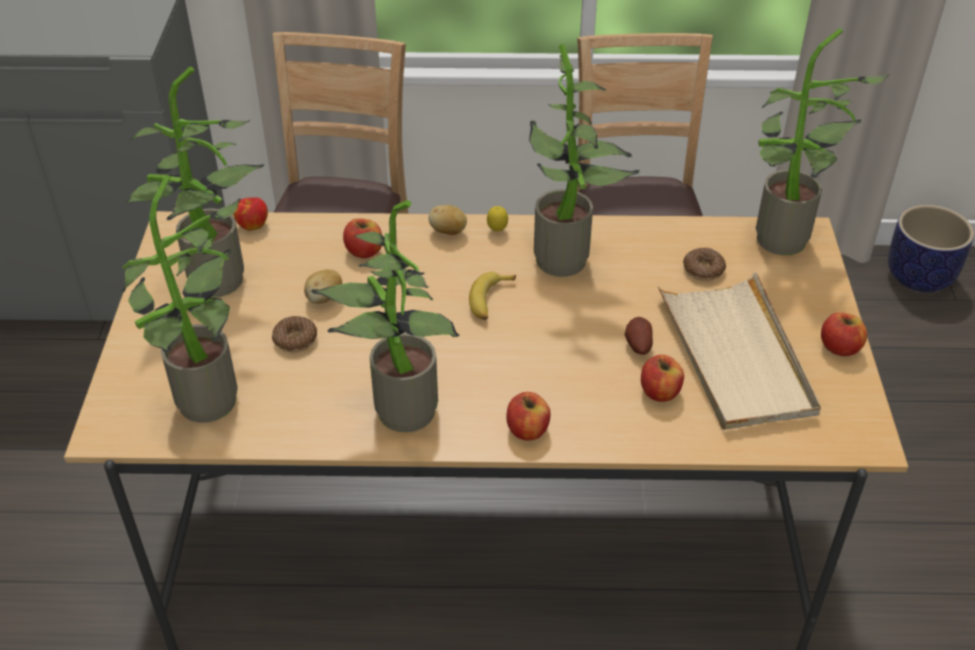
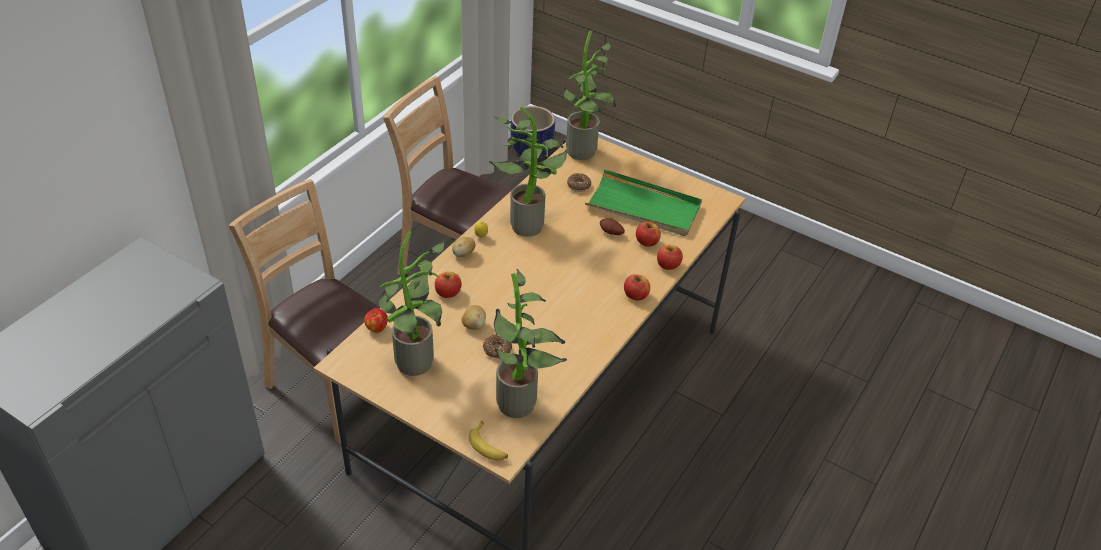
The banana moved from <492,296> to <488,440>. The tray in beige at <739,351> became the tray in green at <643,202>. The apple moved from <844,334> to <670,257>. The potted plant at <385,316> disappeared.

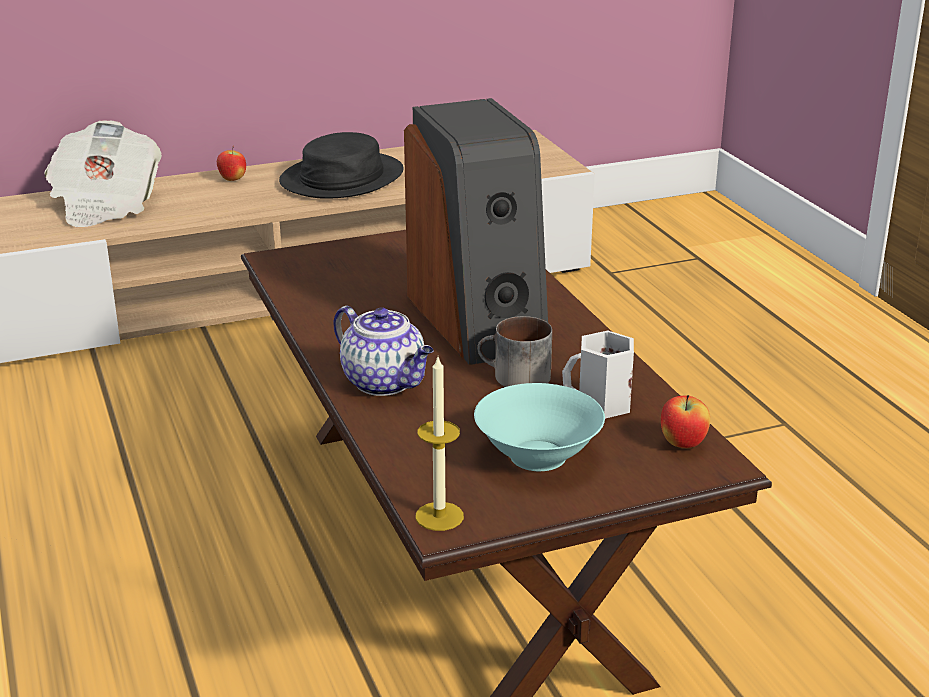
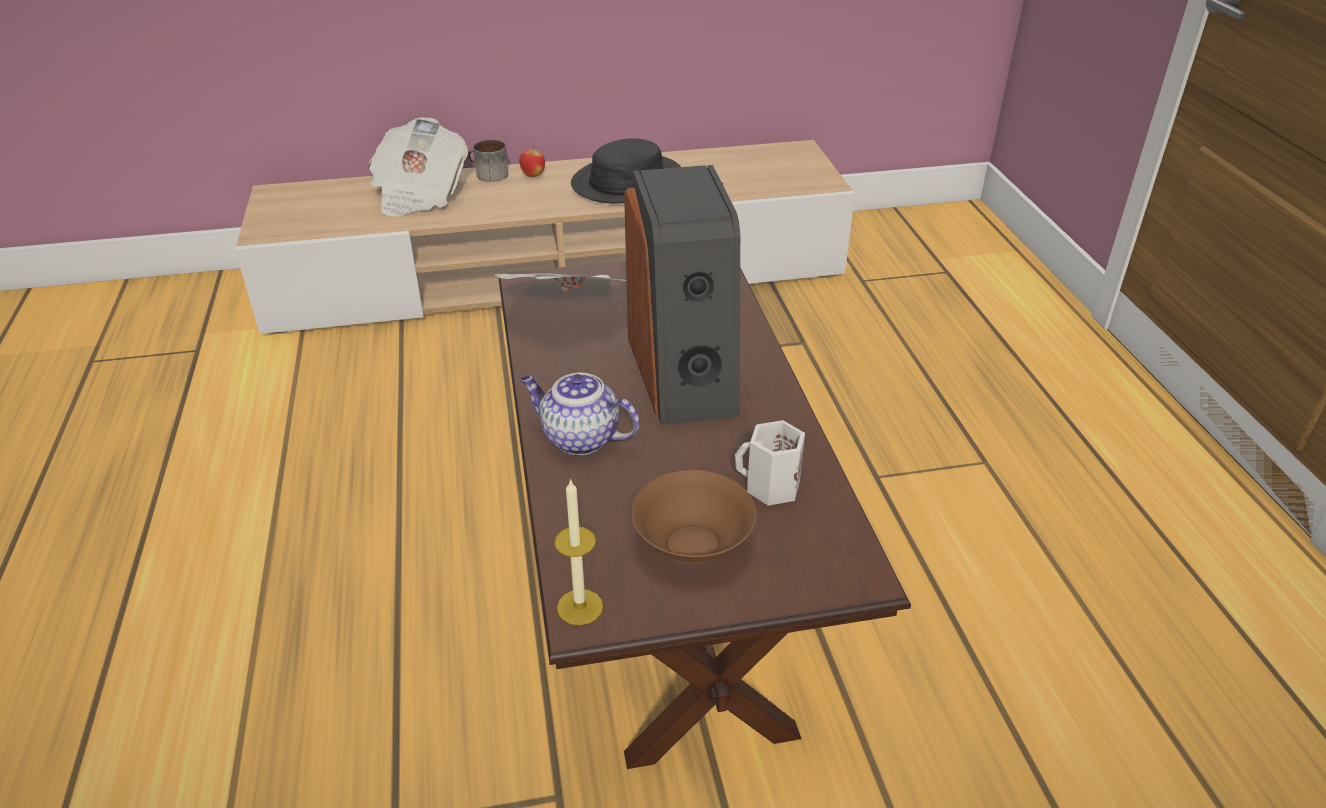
The mug moved from <514,351> to <487,160>. The newspaper at <561,282> appeared. The teapot at <383,351> turned 150 degrees clockwise. The bowl in turquoise at <539,427> became the bowl in brown at <693,517>. The apple at <685,421> disappeared.

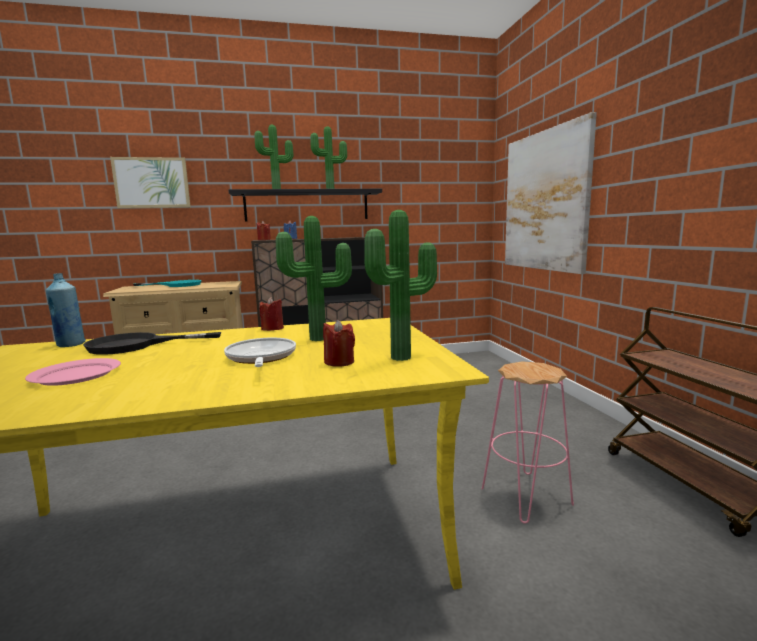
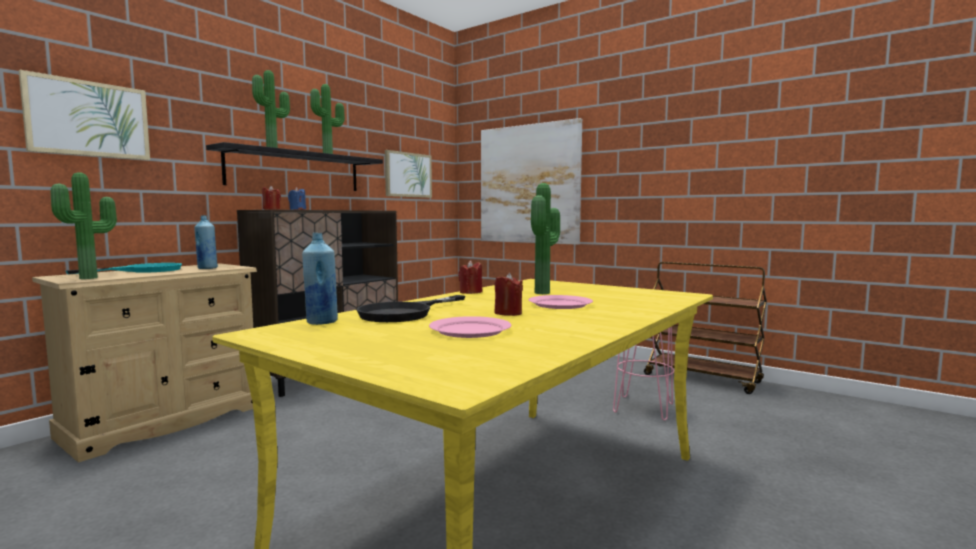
The potted plant moved from <400,285> to <84,225>. The bottle in blue at <206,242> appeared. The picture at <408,174> appeared. The candle in red moved from <339,343> to <508,294>. The frying pan at <260,352> was replaced by the plate in pink at <561,302>.

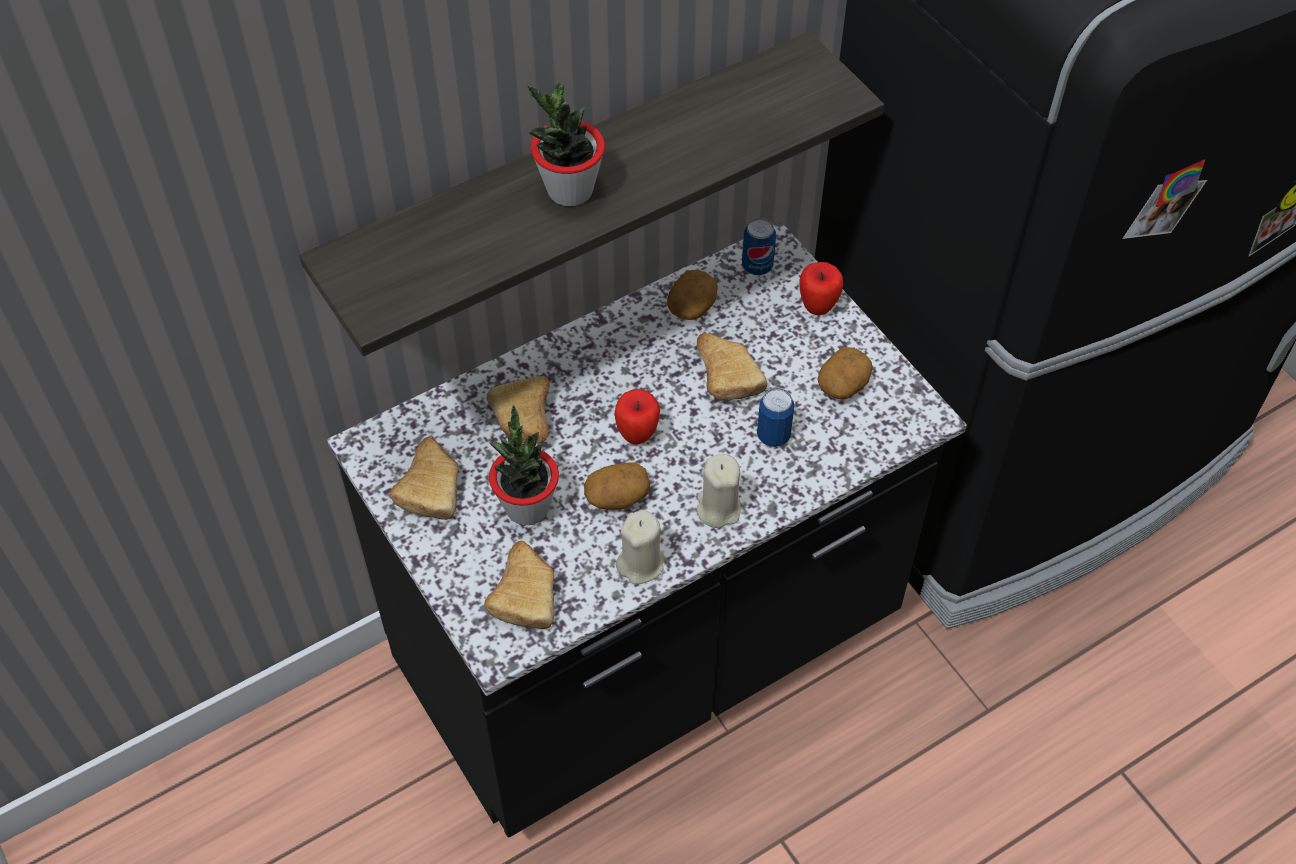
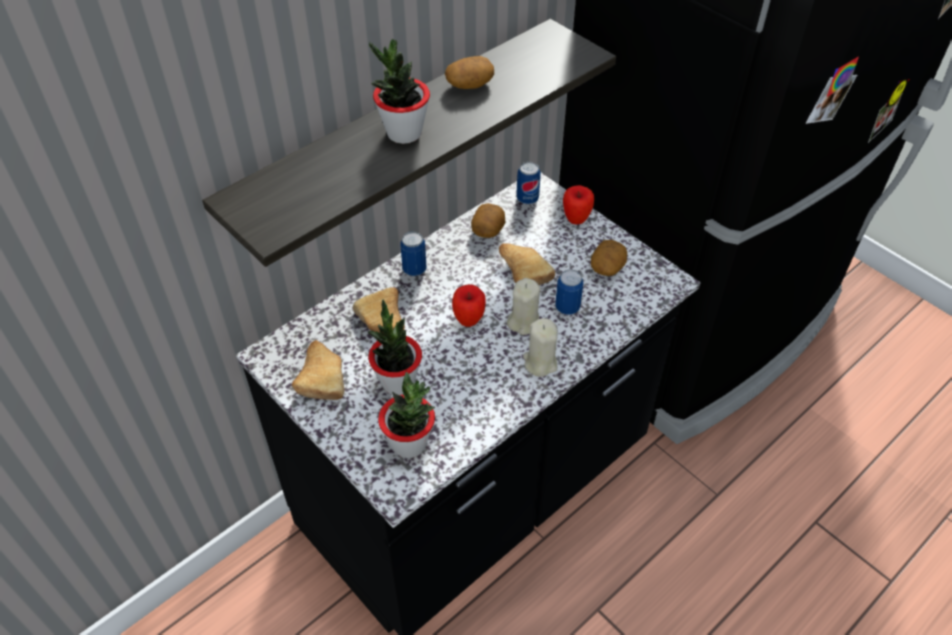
The bread at <519,585> was replaced by the potted plant at <406,415>. The can at <413,254> appeared. The potato moved from <617,486> to <469,72>. The candle in beige moved from <640,547> to <523,306>.

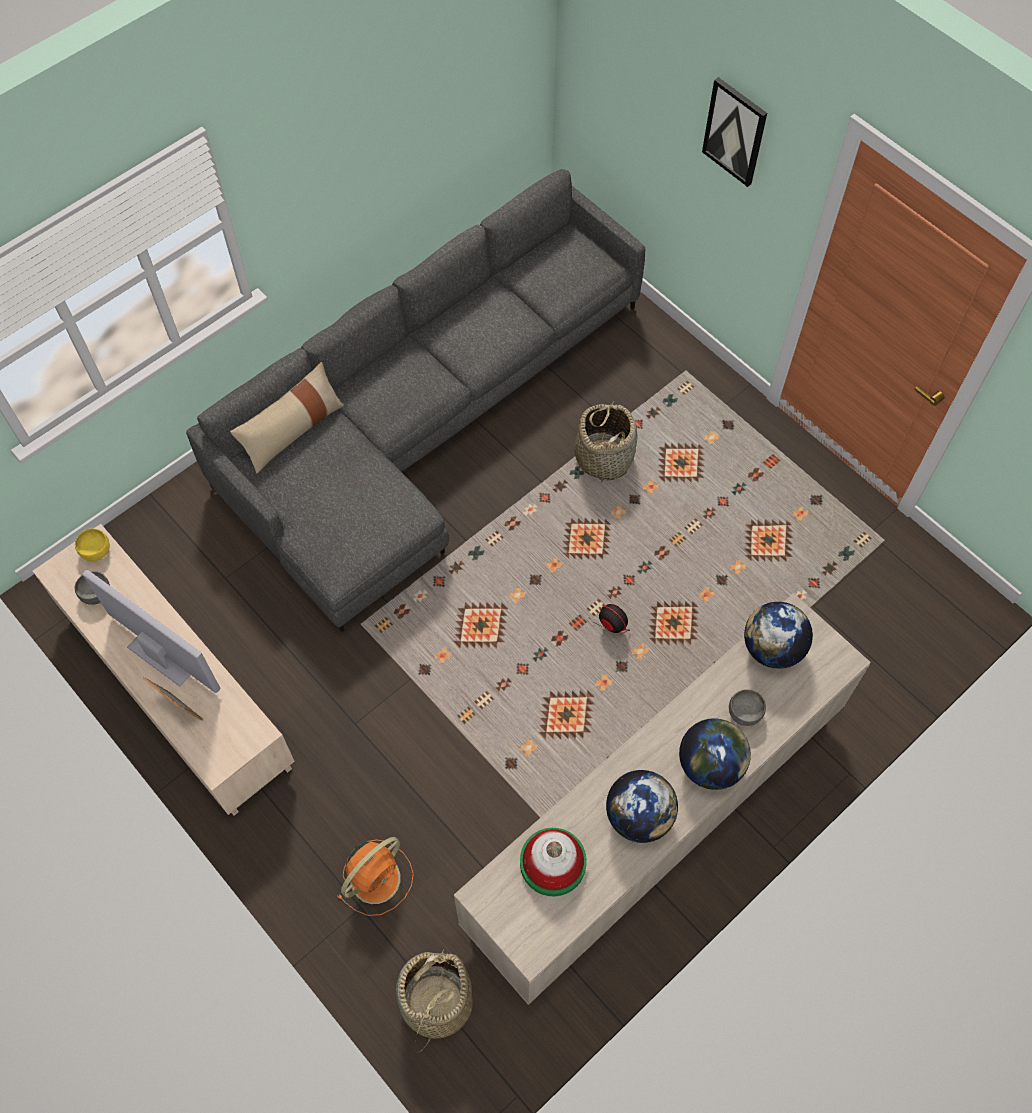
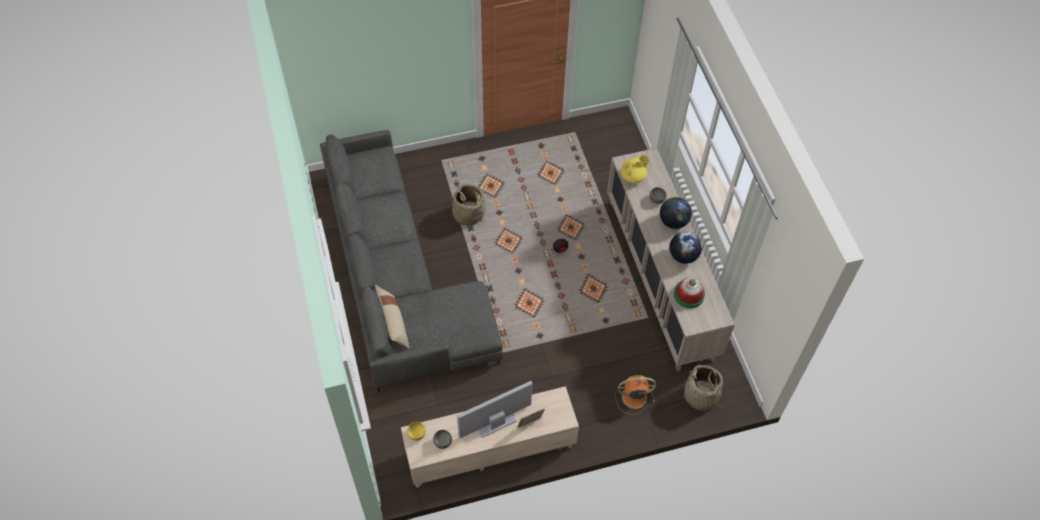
The fan in orange at <375,876> turned 75 degrees counterclockwise. The globe at <778,635> was replaced by the teapot in yellow at <635,169>. The picture at <734,132> disappeared.

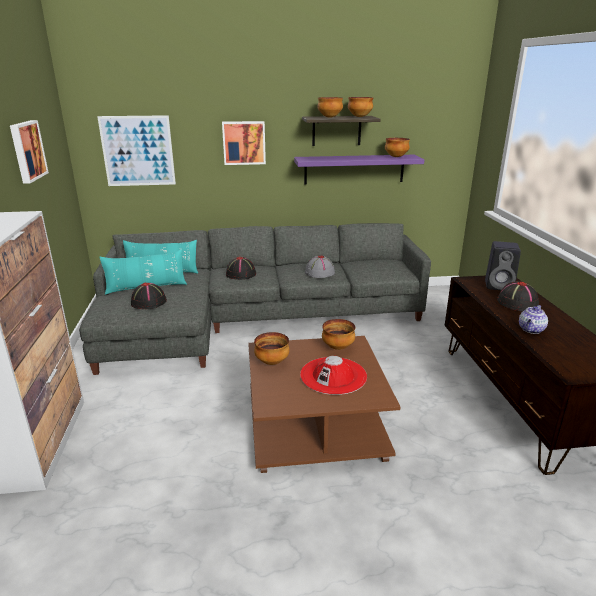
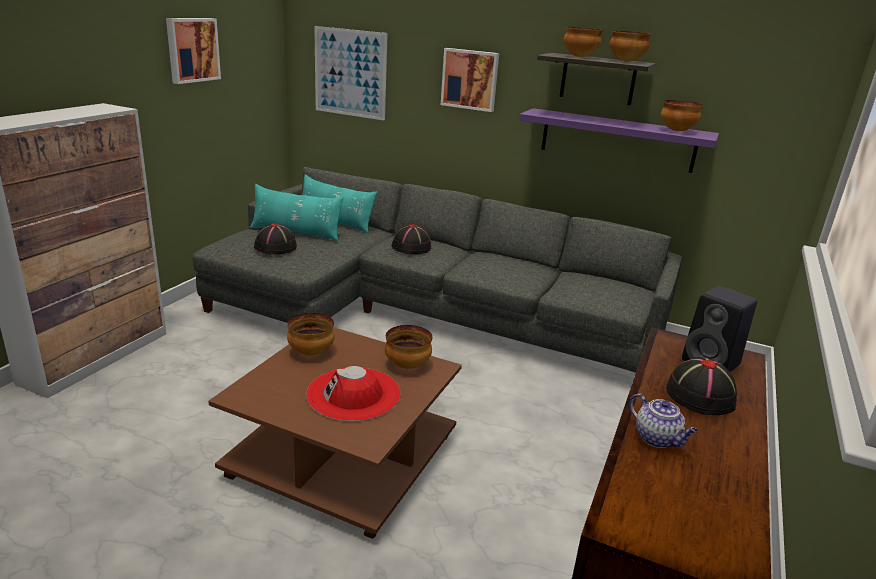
The teapot at <533,319> turned 105 degrees counterclockwise. The hat in grey at <320,266> disappeared.

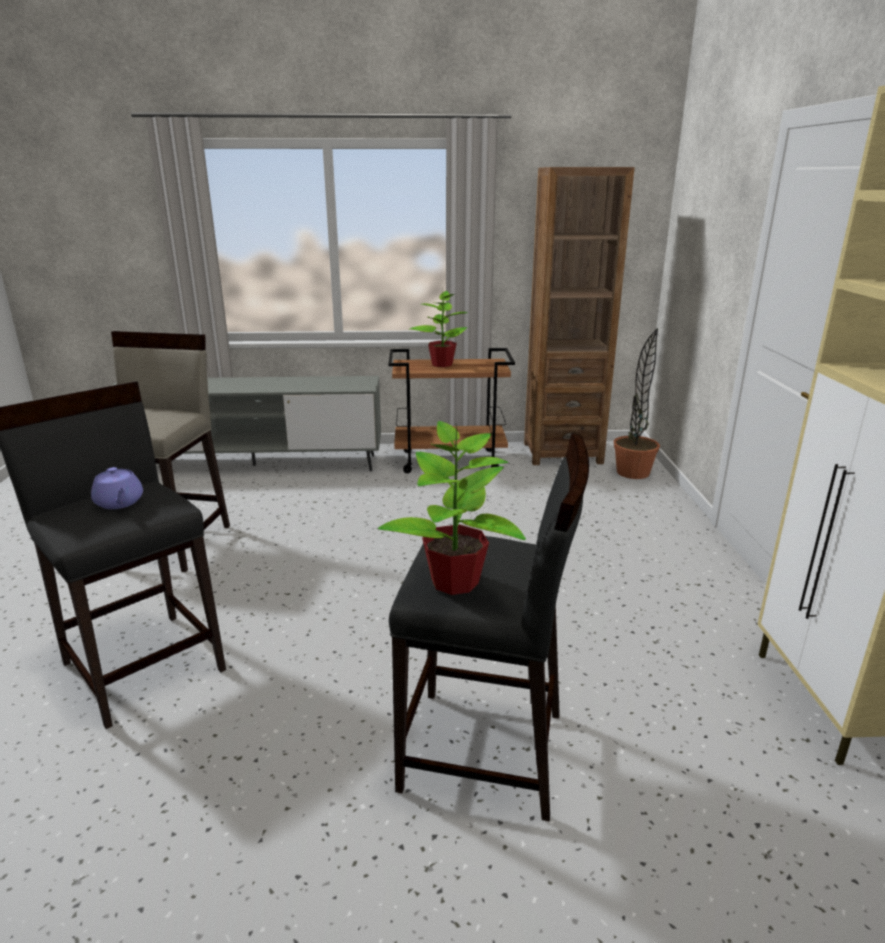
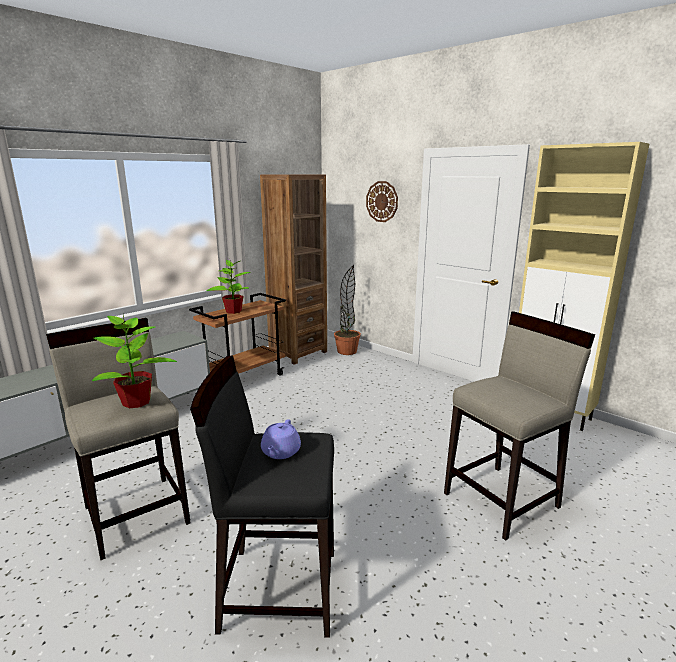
The potted plant moved from <452,508> to <134,362>. The teapot in purple at <117,488> turned 90 degrees clockwise. The wall clock at <382,201> appeared. The stool in black at <489,627> became the stool in beige at <519,426>.

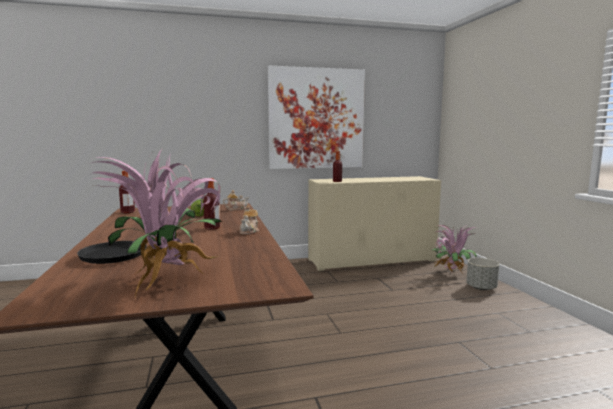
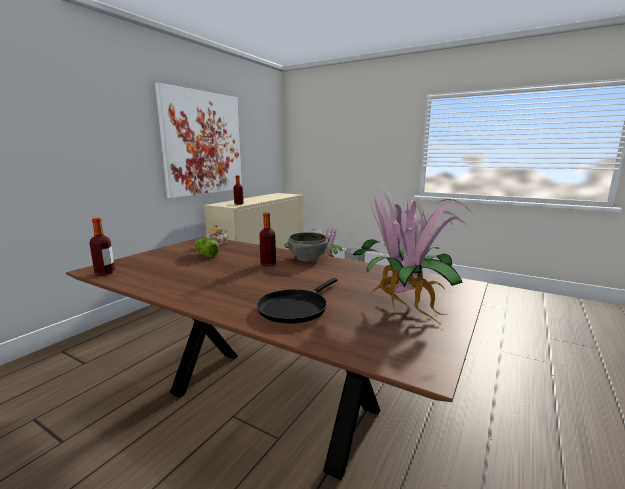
The teapot at <249,219> was replaced by the bowl in grey at <307,247>.

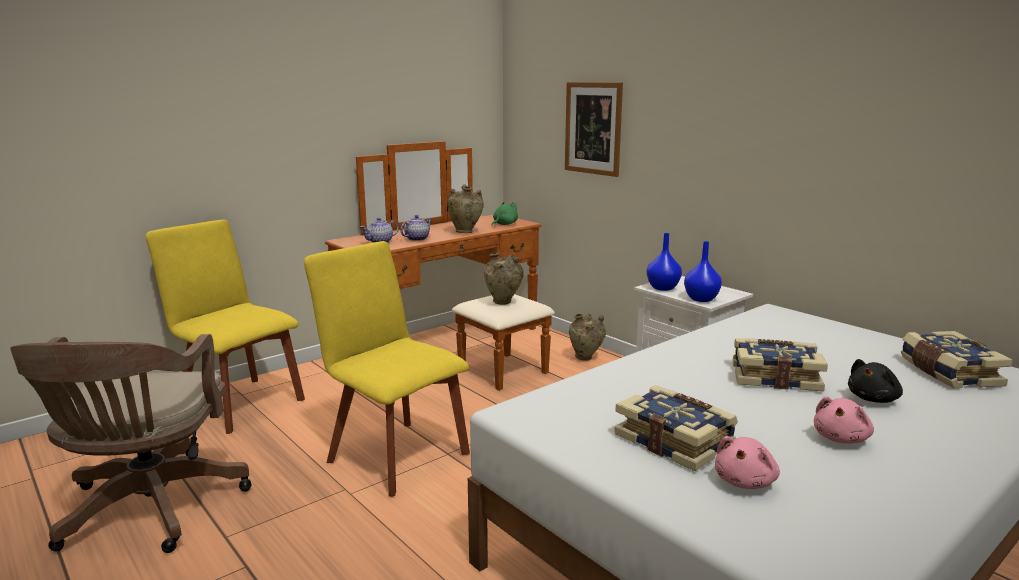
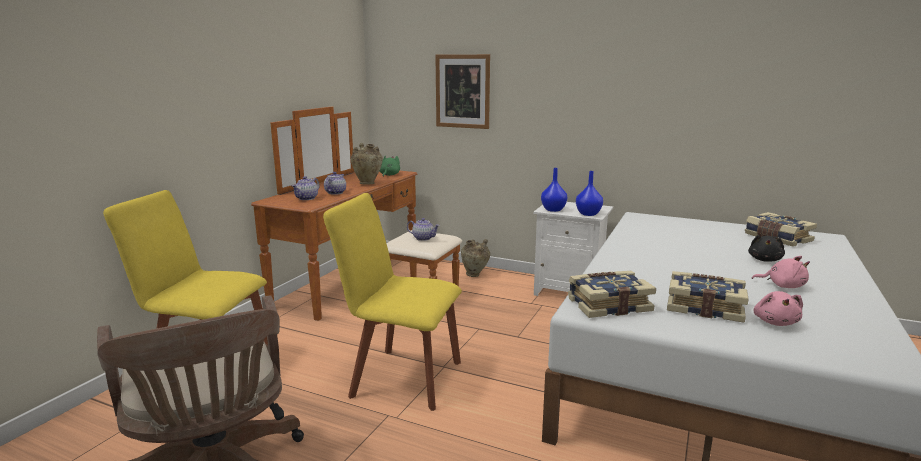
The vase in beige at <504,278> was replaced by the teapot at <423,229>. The book moved from <780,364> to <612,294>. The plush toy in pink at <844,420> turned 75 degrees counterclockwise.

